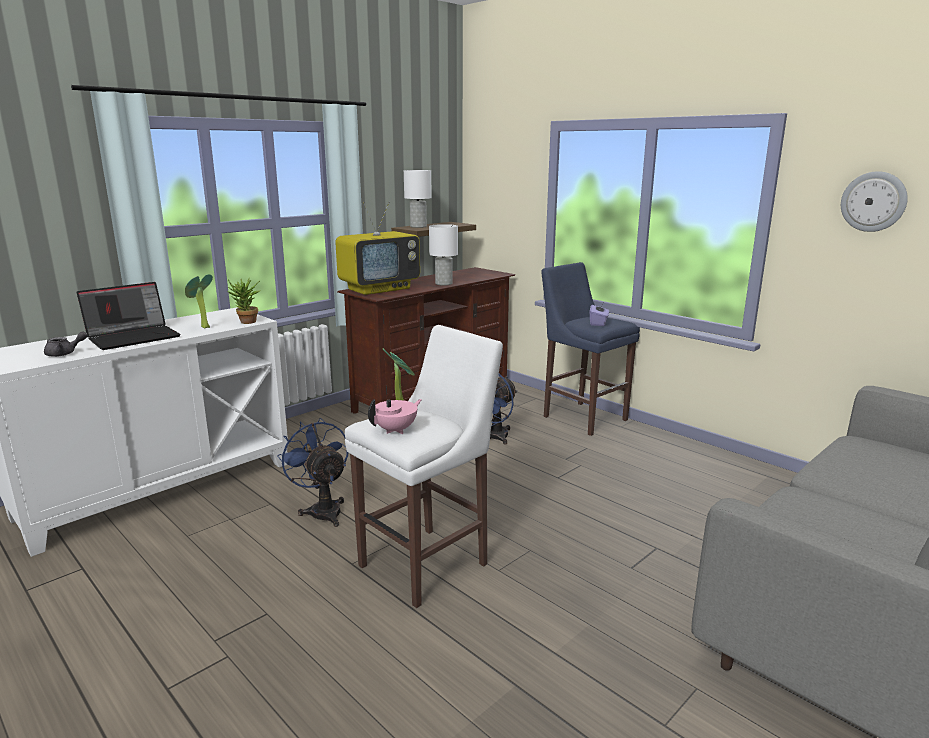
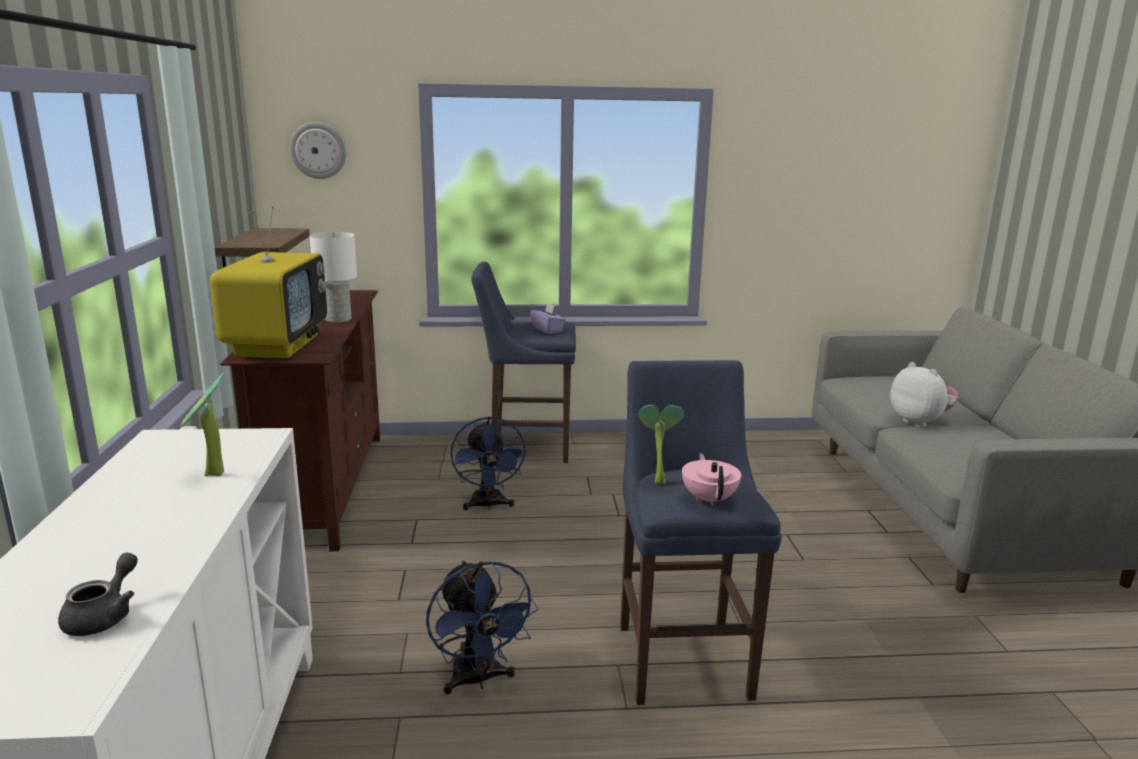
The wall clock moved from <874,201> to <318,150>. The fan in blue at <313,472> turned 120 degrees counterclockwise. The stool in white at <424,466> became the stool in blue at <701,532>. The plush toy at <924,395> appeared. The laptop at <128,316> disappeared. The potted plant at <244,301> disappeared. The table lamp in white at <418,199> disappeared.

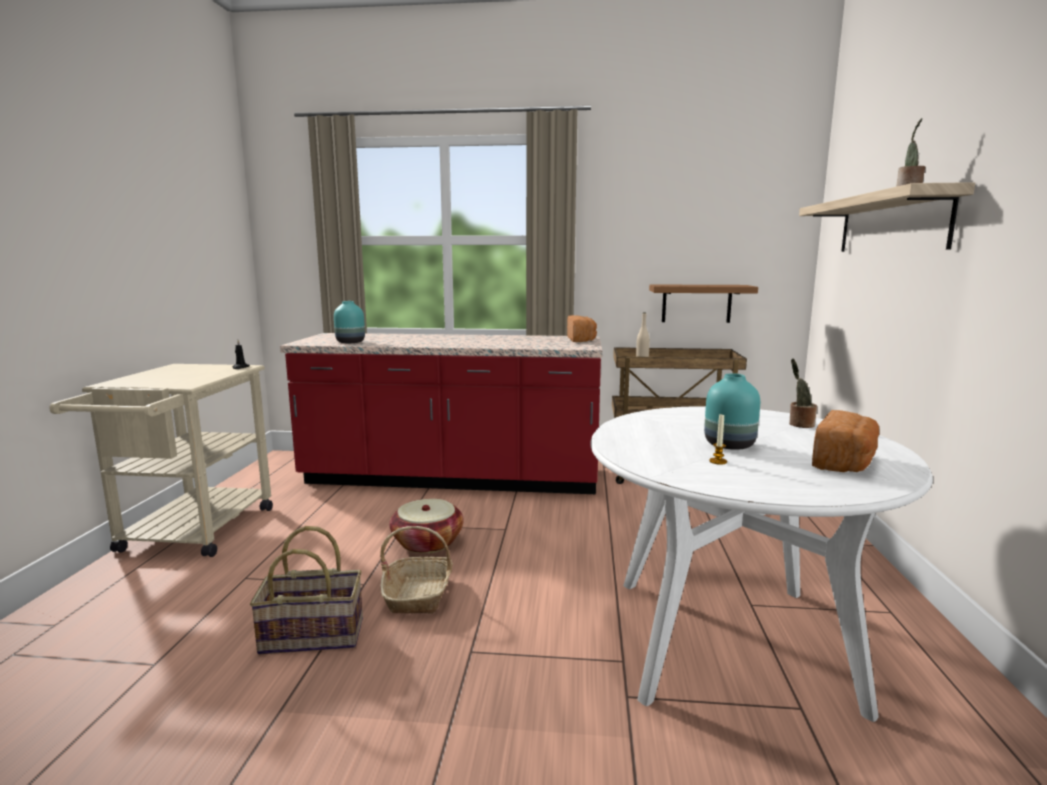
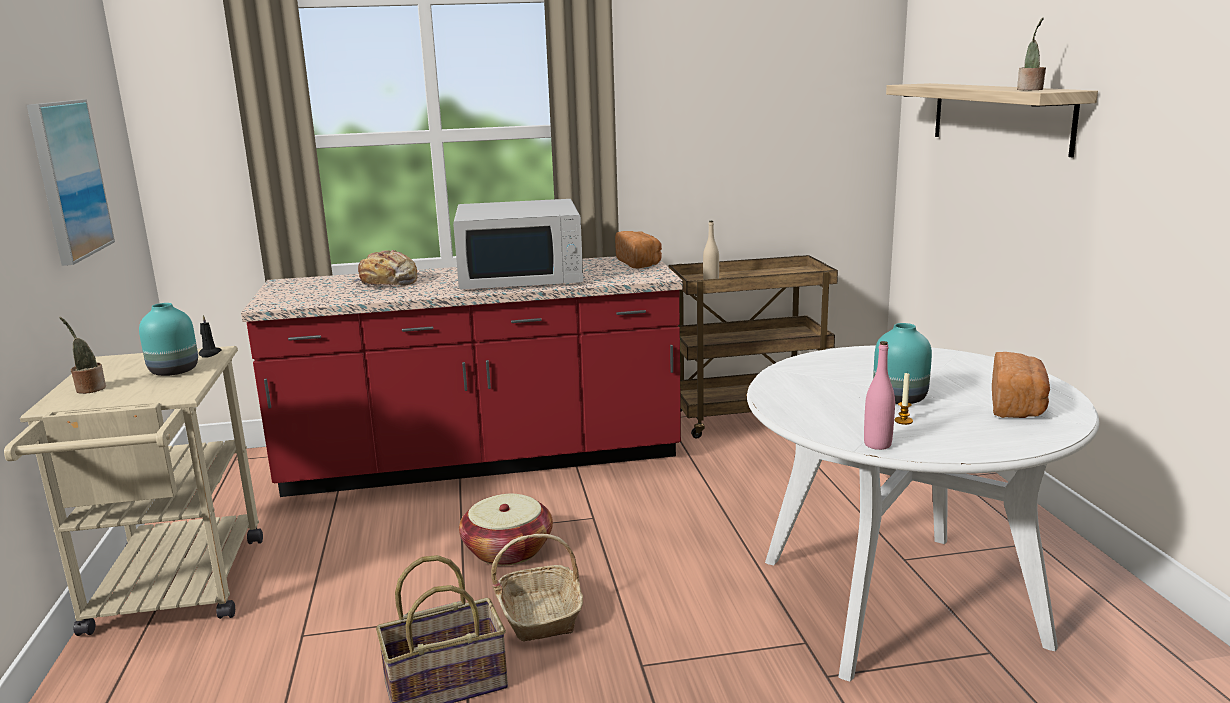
The picture at <71,182> appeared. The potted plant moved from <803,393> to <82,355>. The vase in turquoise moved from <349,322> to <168,339>. The bread at <384,268> appeared. The microwave in white at <518,244> appeared. The bottle in pink at <879,395> appeared. The shelf at <703,303> disappeared.

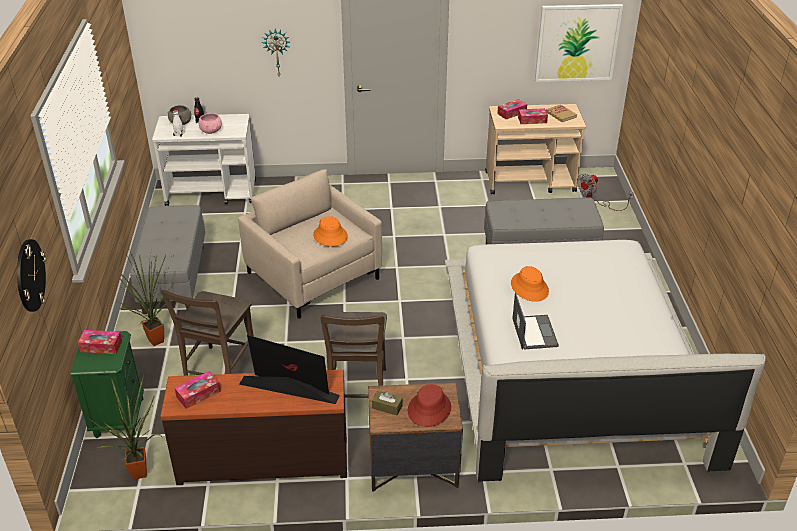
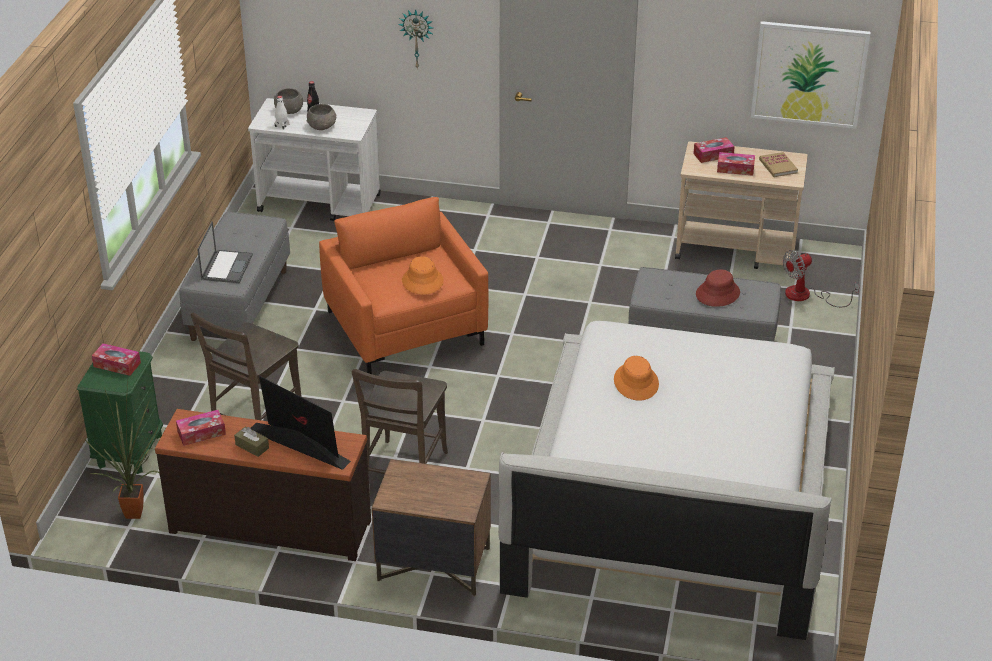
The laptop moved from <535,321> to <225,252>. The tissue box in brown moved from <387,403> to <251,442>. The bowl in pink at <210,123> became the bowl in grey at <321,117>. The armchair in beige at <310,244> became the armchair in orange at <403,285>. The hat in red moved from <429,405> to <718,288>. The wall clock at <31,275> disappeared. The potted plant at <142,295> disappeared.

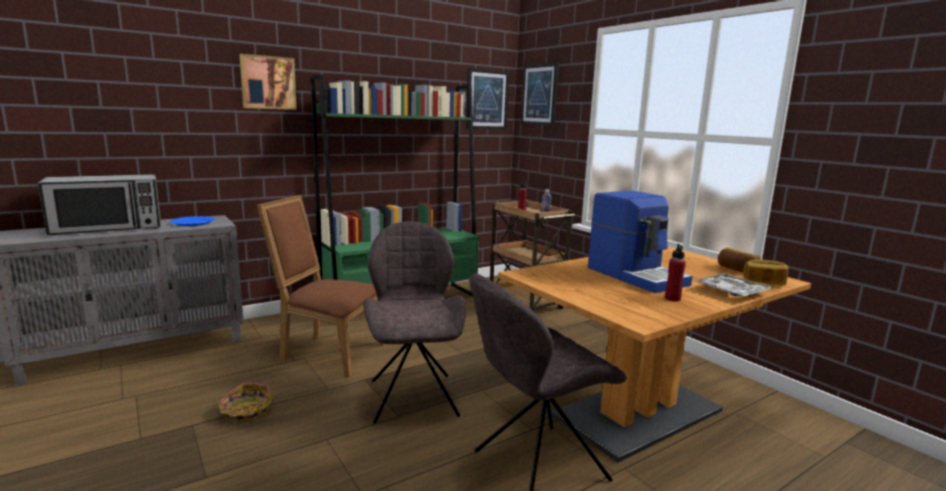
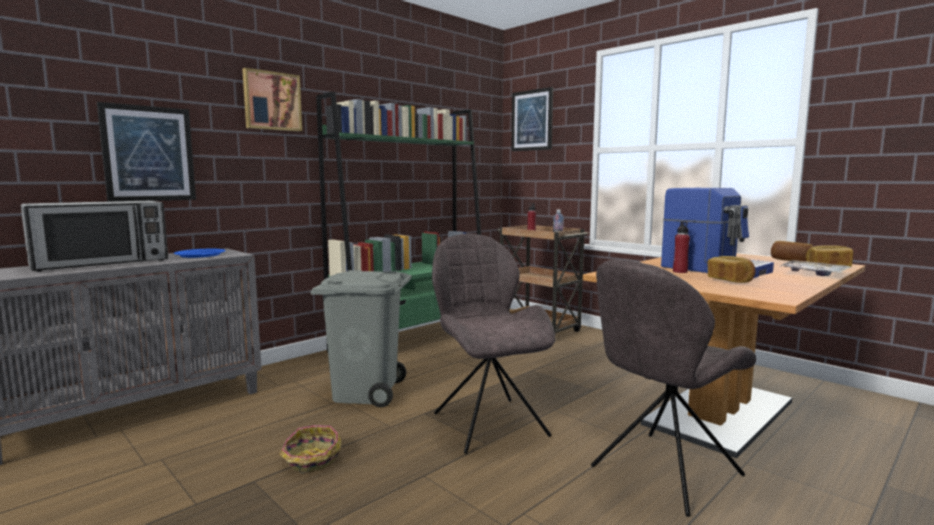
The picture moved from <487,98> to <146,152>. The chair in brown at <321,286> was replaced by the trash can in grey at <361,338>. The bottle in red moved from <675,273> to <681,247>. The bread at <731,269> appeared.

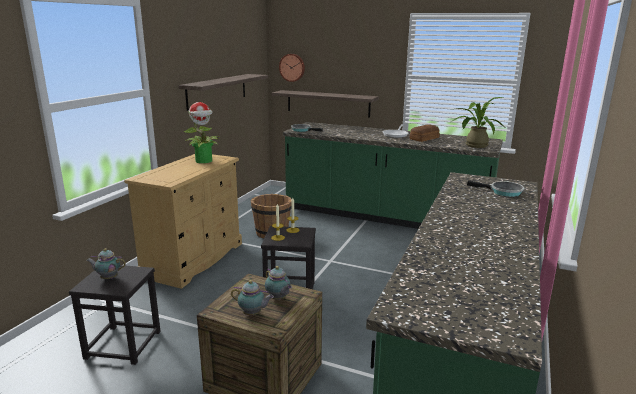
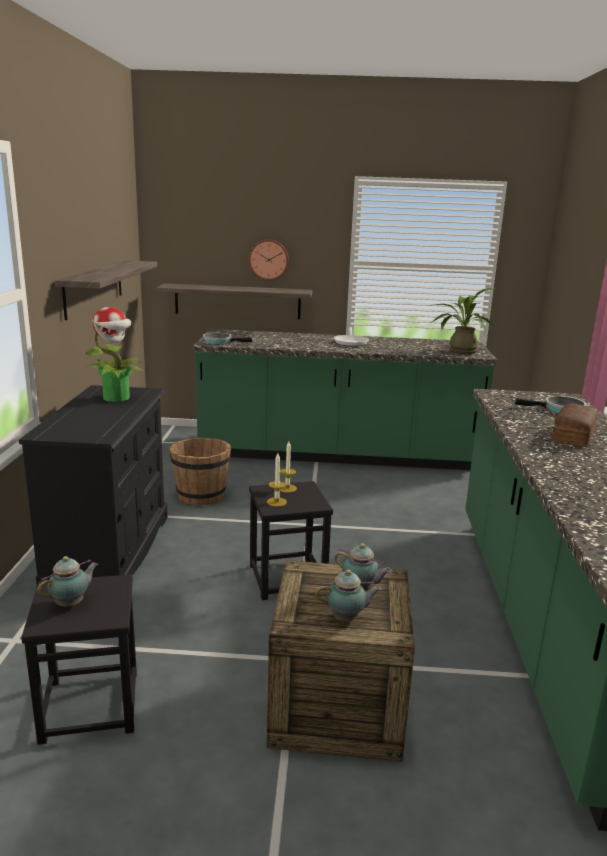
The dresser in beige at <183,221> became the dresser in black at <93,485>. The teapot at <106,263> turned 150 degrees clockwise. The wall clock moved from <292,68> to <269,260>. The bread moved from <424,133> to <575,425>.

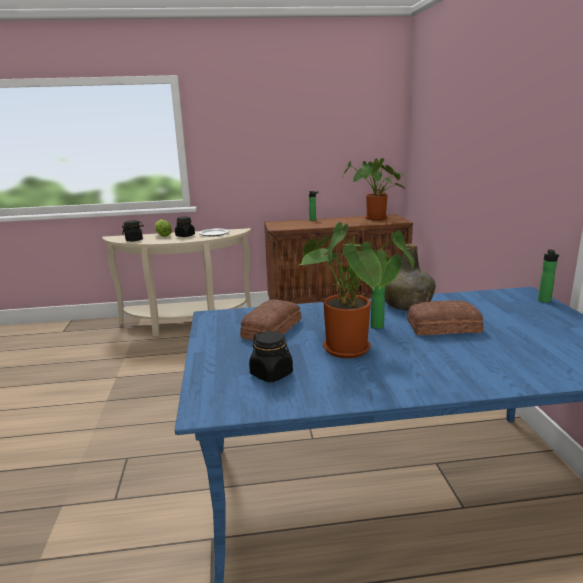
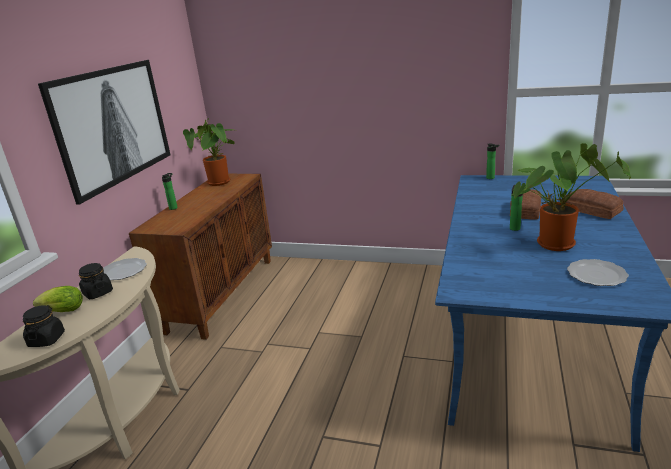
The picture at <104,132> appeared. The bread moved from <270,319> to <594,204>. The jar in black at <271,356> was replaced by the plate at <598,272>. The bottle in green at <410,277> disappeared.

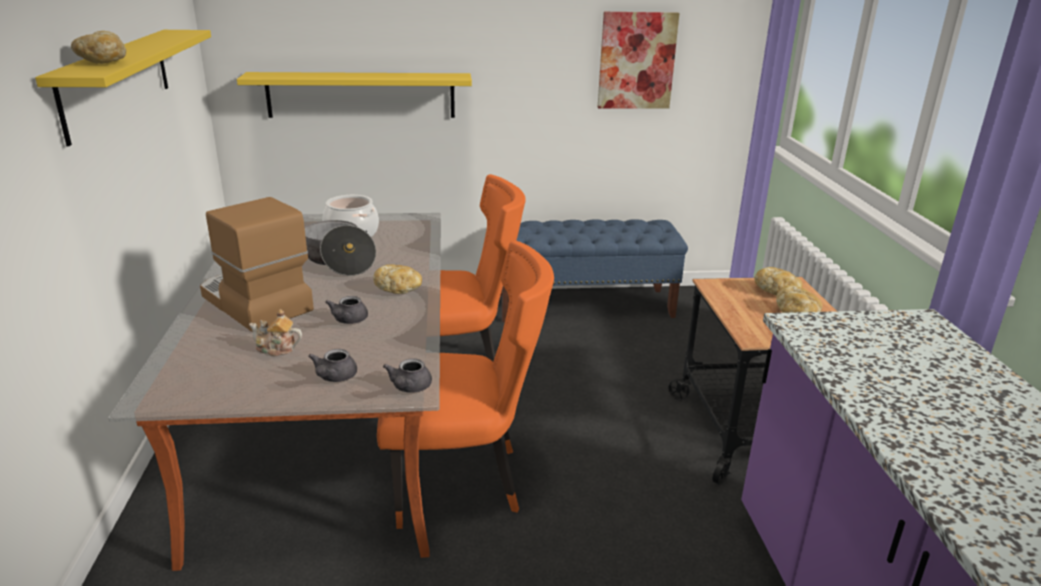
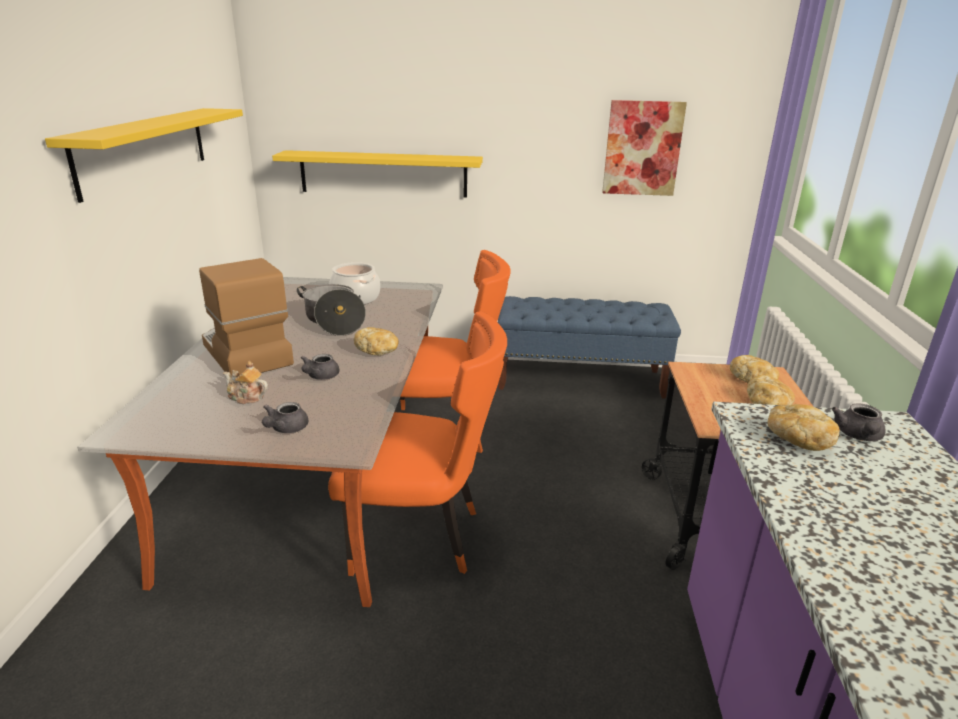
The bread moved from <98,47> to <804,427>. The teapot in grey moved from <407,375> to <858,422>.

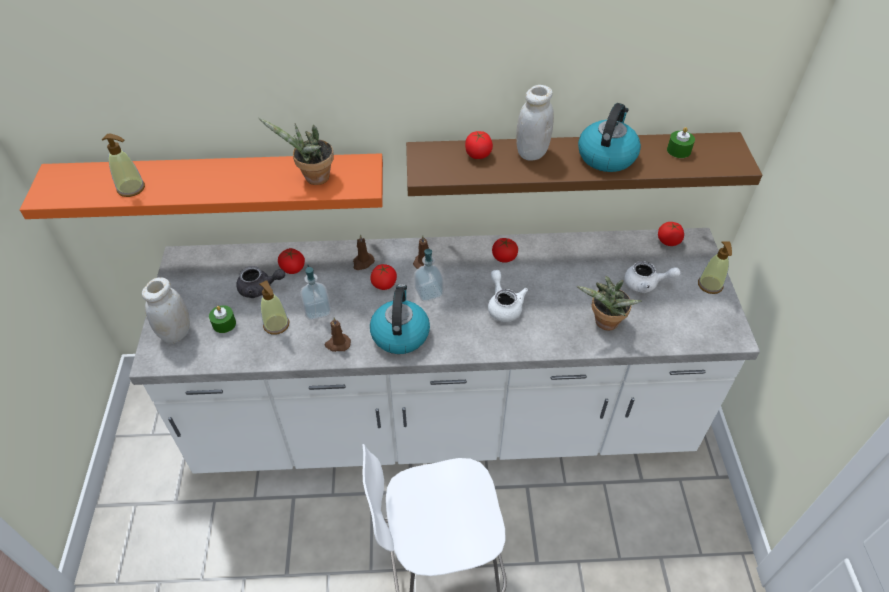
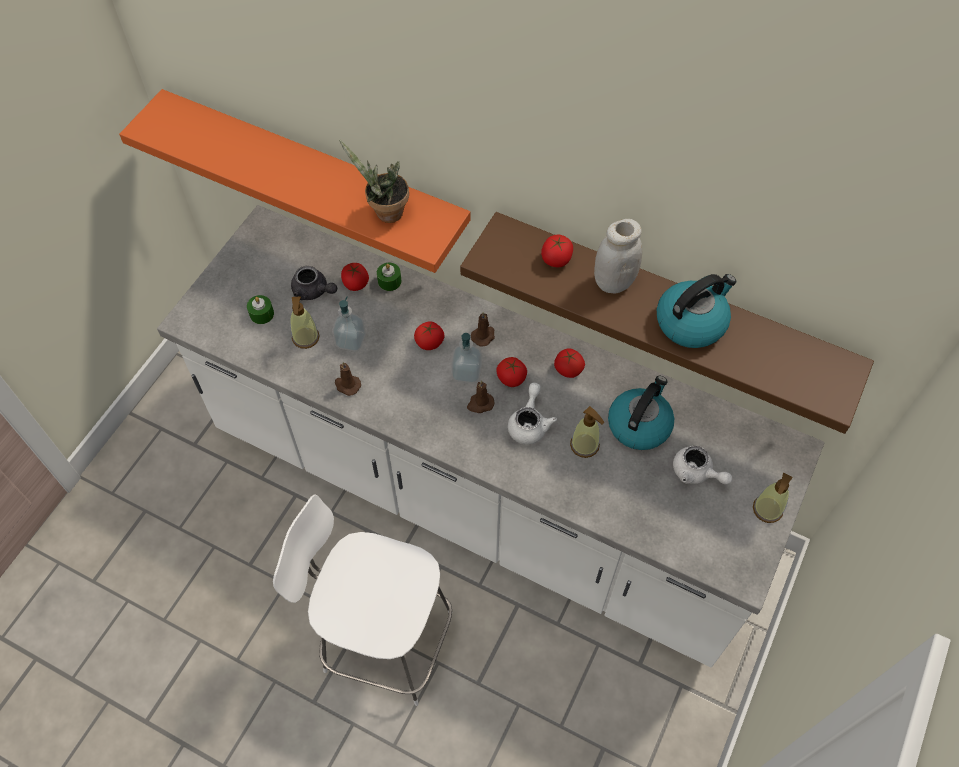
The candle in green moved from <681,142> to <389,277>. The candle in brown moved from <364,252> to <480,396>. The tomato moved from <671,234> to <512,372>. The soap dispenser moved from <123,165> to <587,432>. The kettle moved from <400,319> to <641,413>. The jar in white at <166,310> disappeared. The potted plant at <609,303> disappeared.

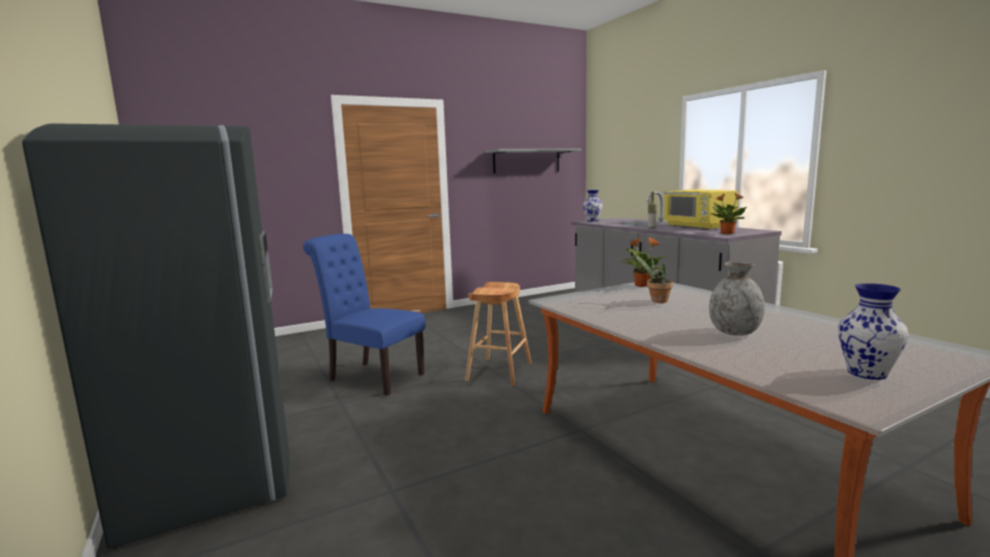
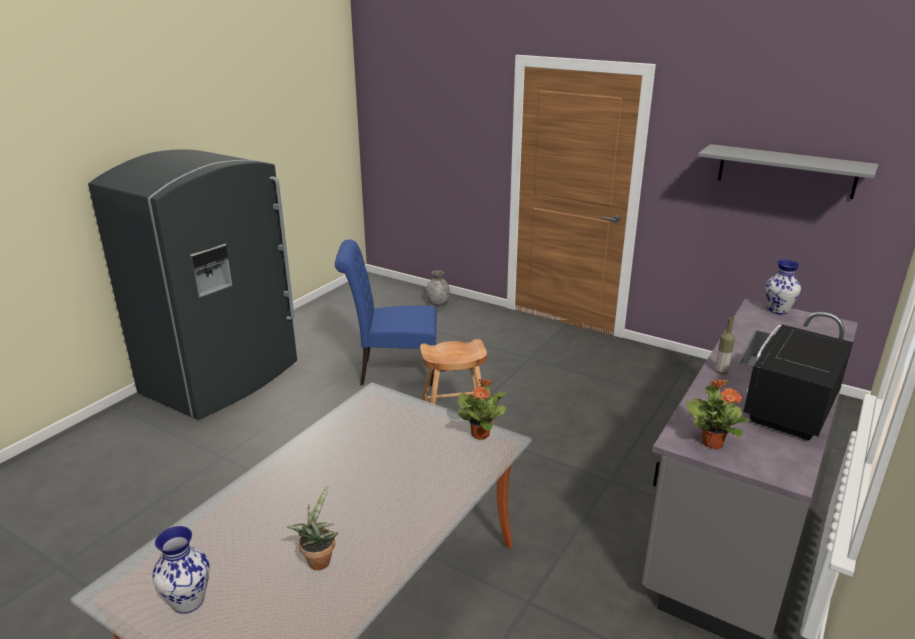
The potted plant moved from <653,278> to <312,527>. The chair in blue at <364,314> turned 90 degrees counterclockwise. The vase in grey moved from <737,299> to <438,288>. The microwave in yellow at <701,209> became the microwave in black at <799,382>.

